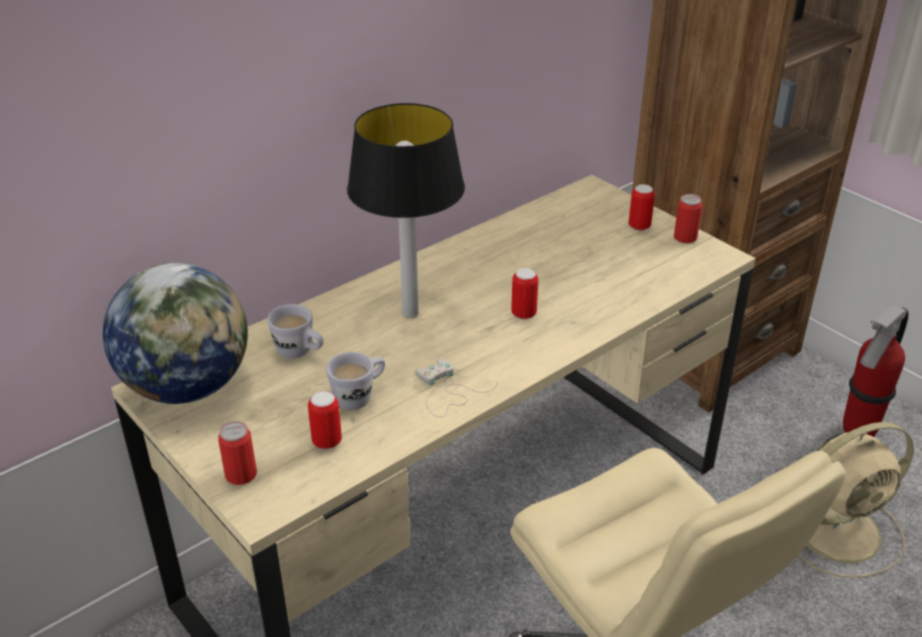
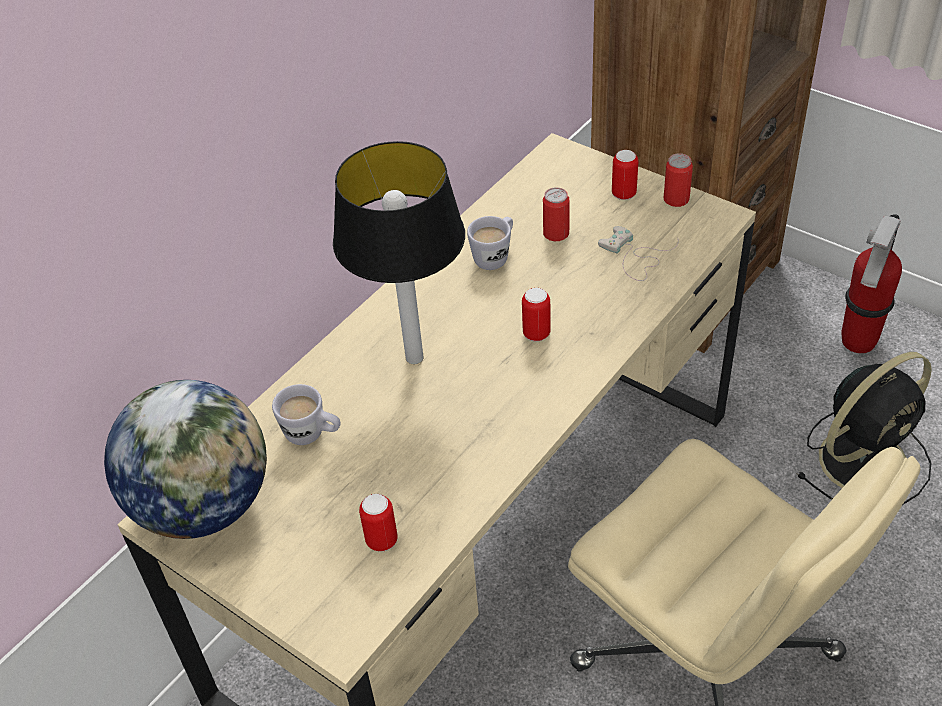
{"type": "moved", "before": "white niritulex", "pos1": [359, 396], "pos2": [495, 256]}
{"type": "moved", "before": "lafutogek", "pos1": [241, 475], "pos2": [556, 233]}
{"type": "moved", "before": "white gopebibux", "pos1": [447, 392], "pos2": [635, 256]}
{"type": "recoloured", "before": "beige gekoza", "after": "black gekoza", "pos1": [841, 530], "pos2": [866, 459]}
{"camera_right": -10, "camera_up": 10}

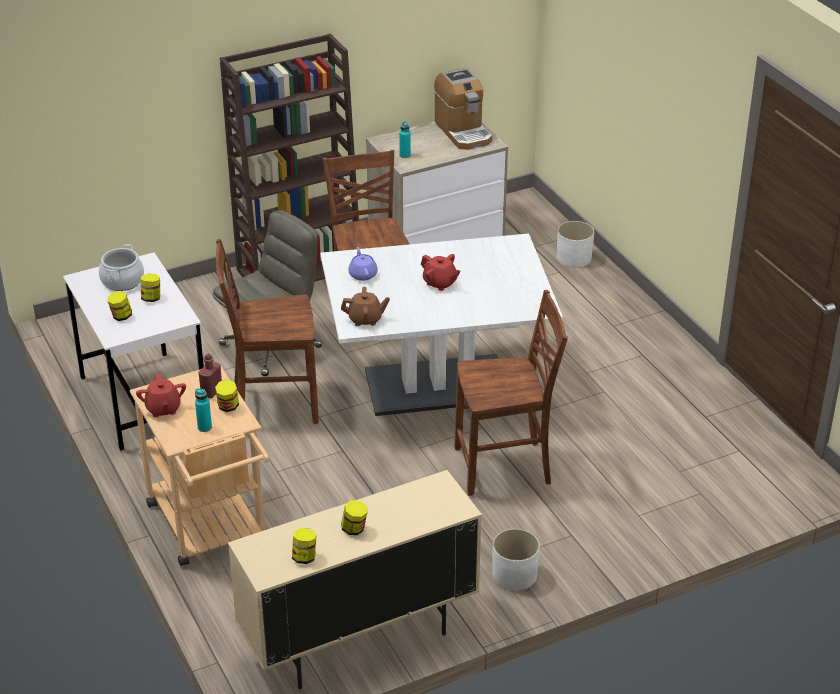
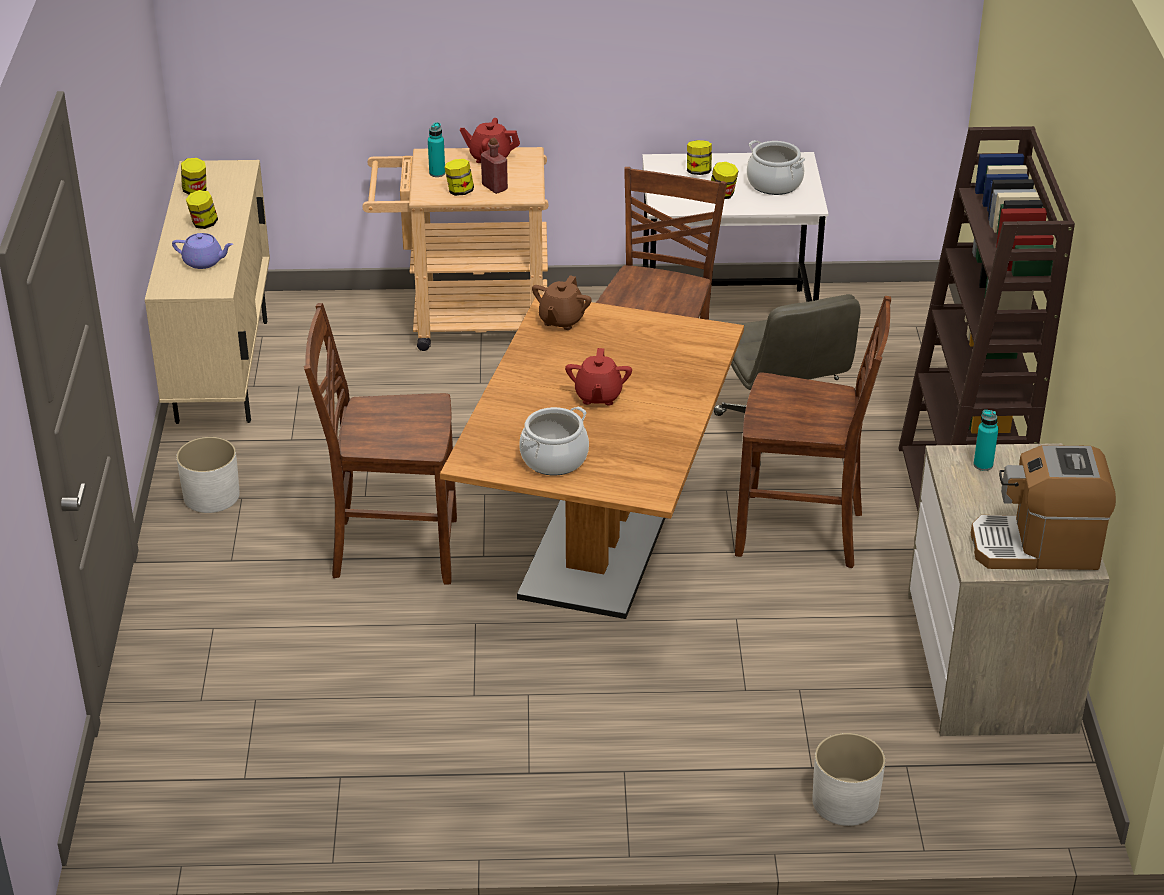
{"type": "moved", "before": "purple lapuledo", "pos1": [363, 274], "pos2": [204, 262]}
{"type": "turned", "before": "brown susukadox", "pos1": [505, 467], "pos2": [392, 549], "turn": 75}
{"type": "recoloured", "before": "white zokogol", "after": "brown zokogol", "pos1": [437, 386], "pos2": [598, 545]}
{"type": "added", "after": "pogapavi", "pos2": [554, 459]}
{"type": "turned", "before": "red lapuledo", "pos1": [440, 283], "pos2": [598, 396], "turn": -60}
{"camera_right": 115, "camera_up": 0}

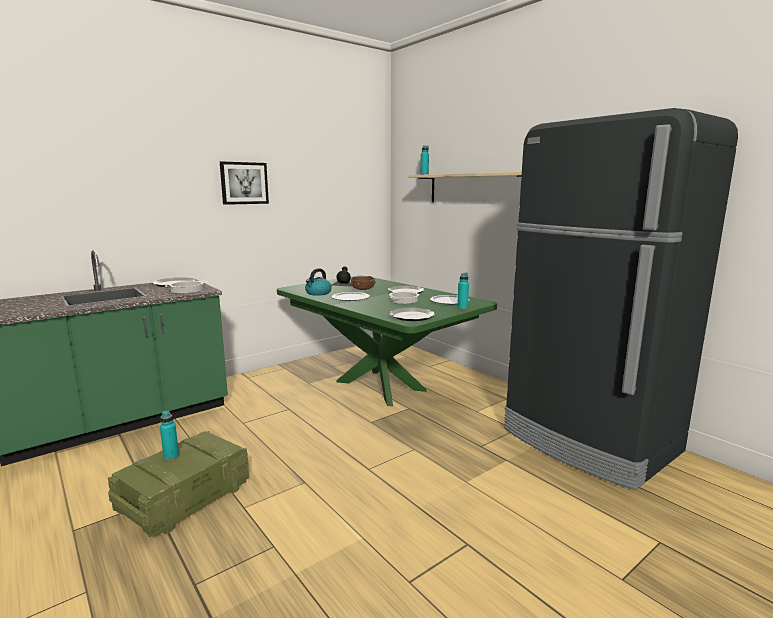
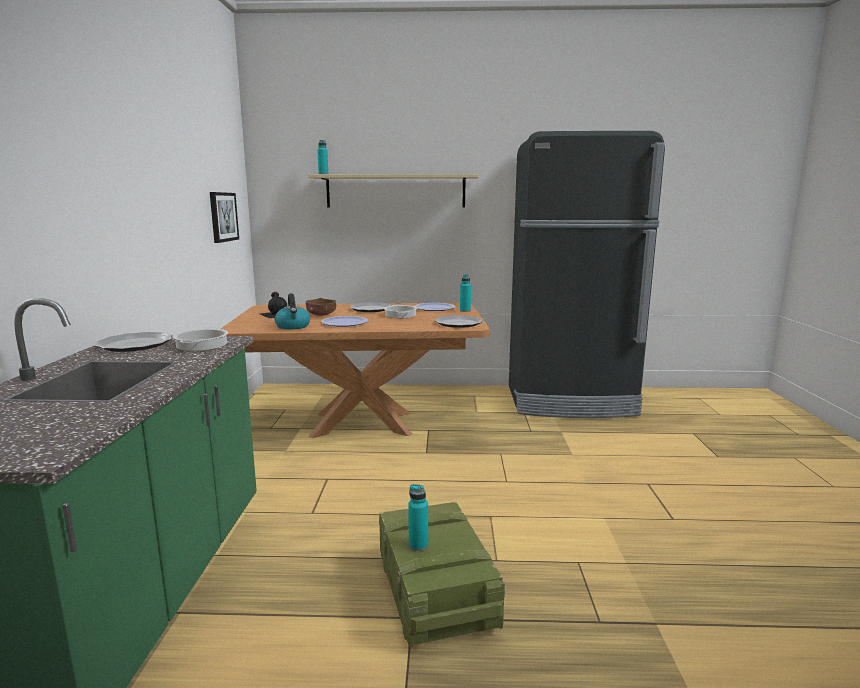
{"type": "moved", "before": "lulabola", "pos1": [244, 183], "pos2": [223, 217]}
{"type": "recoloured", "before": "green zokogol", "after": "brown zokogol", "pos1": [380, 386], "pos2": [362, 424]}
{"camera_right": -50, "camera_up": 0}

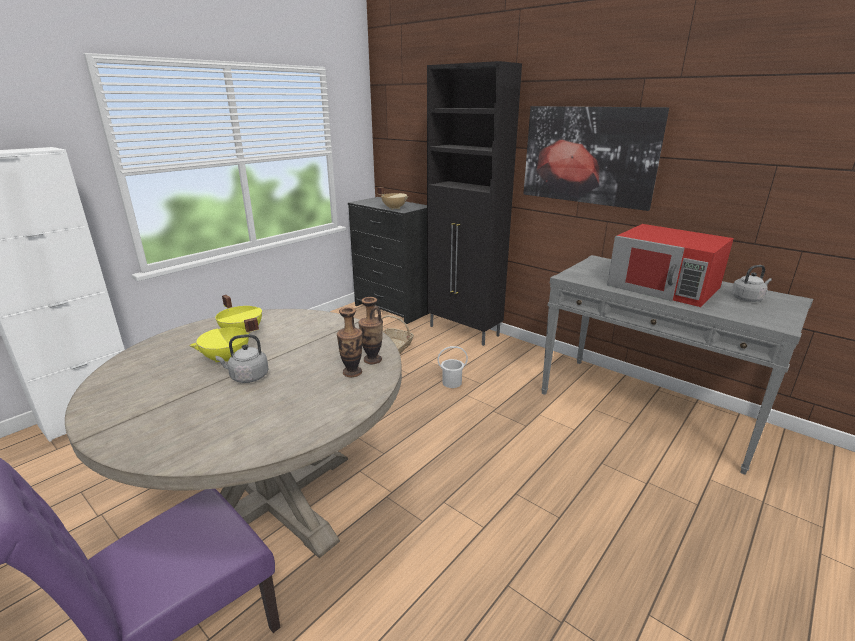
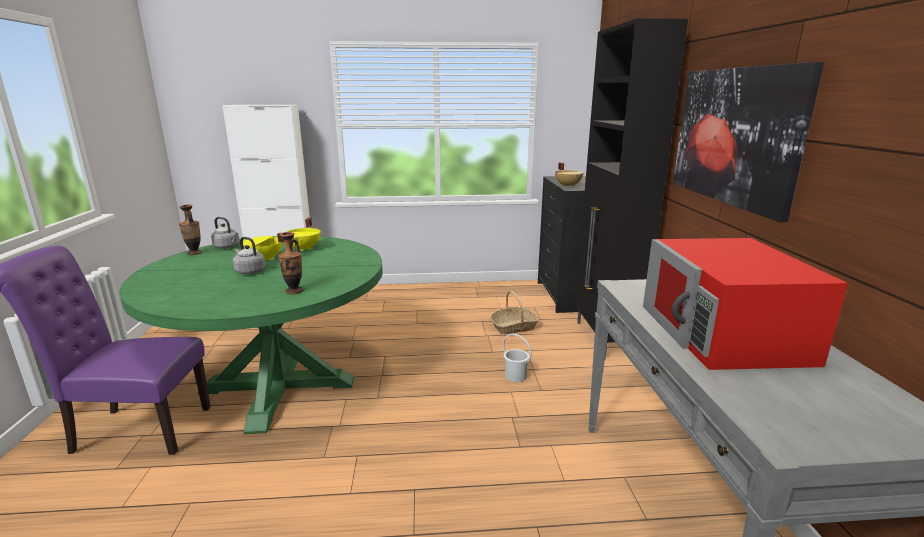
{"type": "recoloured", "before": "beige zokogol", "after": "green zokogol", "pos1": [272, 500], "pos2": [278, 385]}
{"type": "moved", "before": "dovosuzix", "pos1": [372, 360], "pos2": [194, 253]}
{"type": "moved", "before": "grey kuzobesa", "pos1": [748, 298], "pos2": [228, 247]}
{"camera_right": 45, "camera_up": -5}

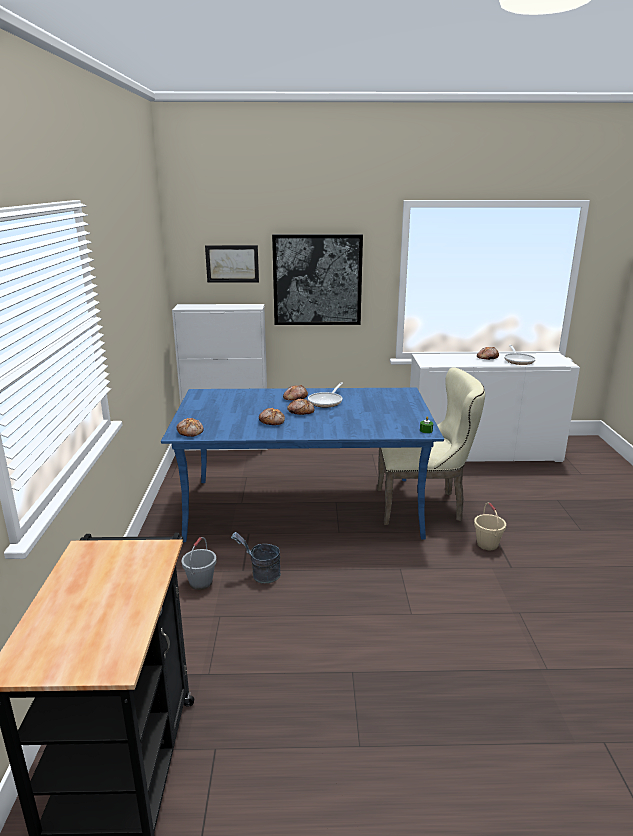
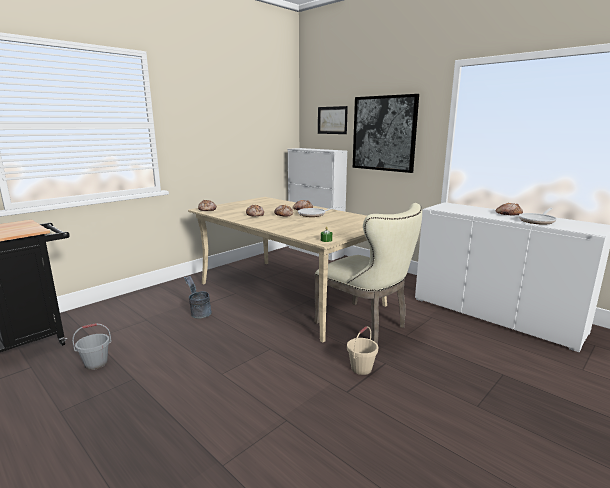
{"type": "moved", "before": "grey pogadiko", "pos1": [200, 582], "pos2": [96, 363]}
{"type": "recoloured", "before": "blue zokogol", "after": "beige zokogol", "pos1": [304, 507], "pos2": [289, 294]}
{"camera_right": 45, "camera_up": -5}

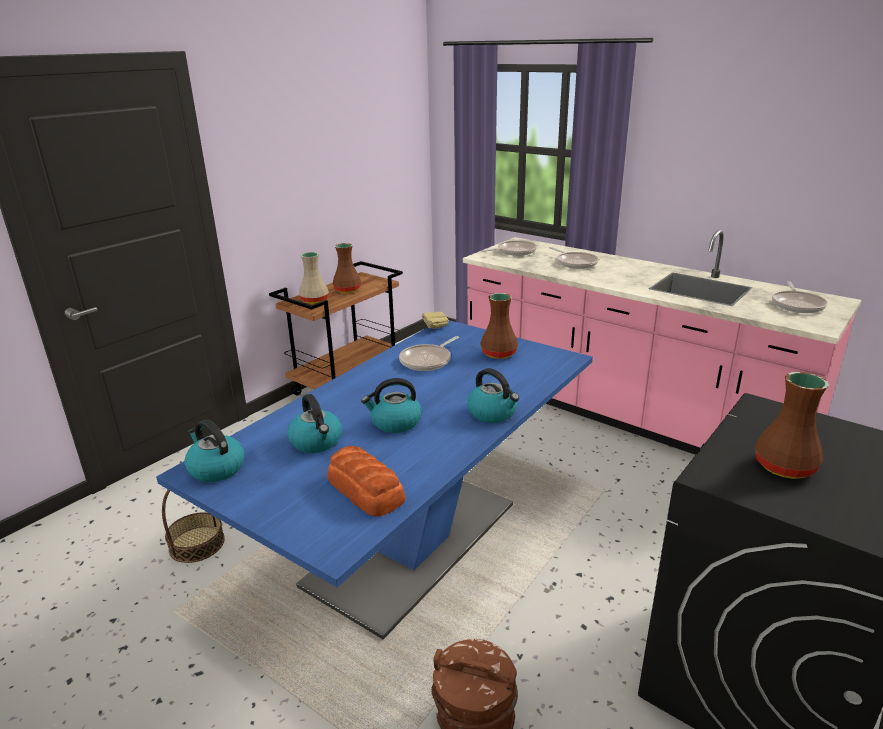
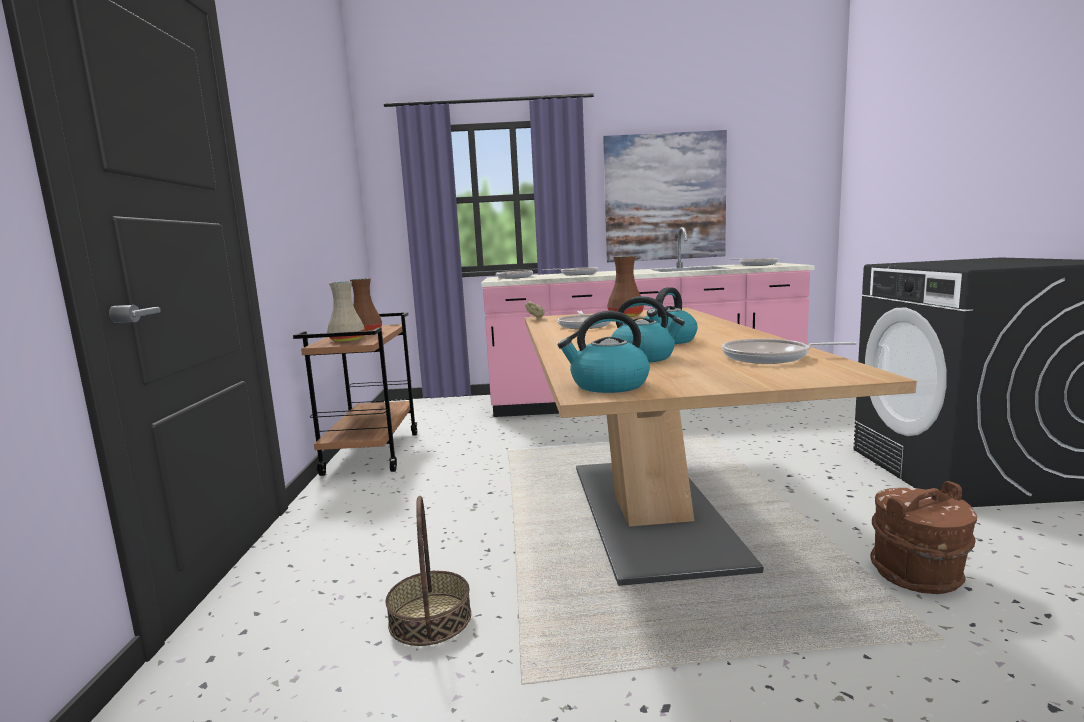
{"type": "recoloured", "before": "blue zokogol", "after": "beige zokogol", "pos1": [413, 544], "pos2": [651, 512]}
{"type": "added", "after": "lulabola", "pos2": [664, 197]}
{"type": "replaced", "before": "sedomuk", "after": "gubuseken", "pos1": [366, 491], "pos2": [770, 358]}
{"type": "removed", "before": "kuzobesa", "pos1": [493, 413]}
{"type": "removed", "before": "brown dovosuzix", "pos1": [786, 467]}
{"camera_right": -40, "camera_up": -15}

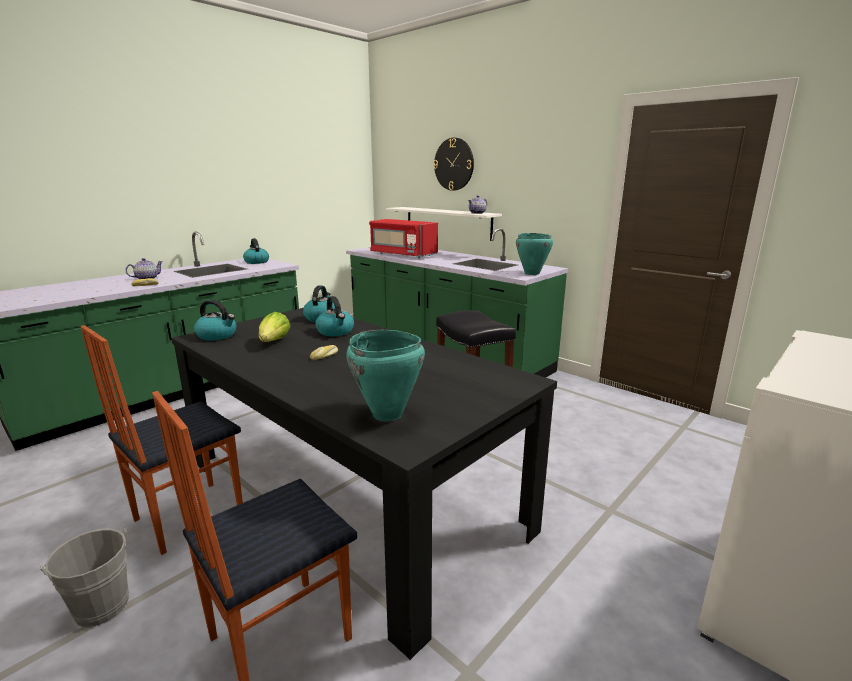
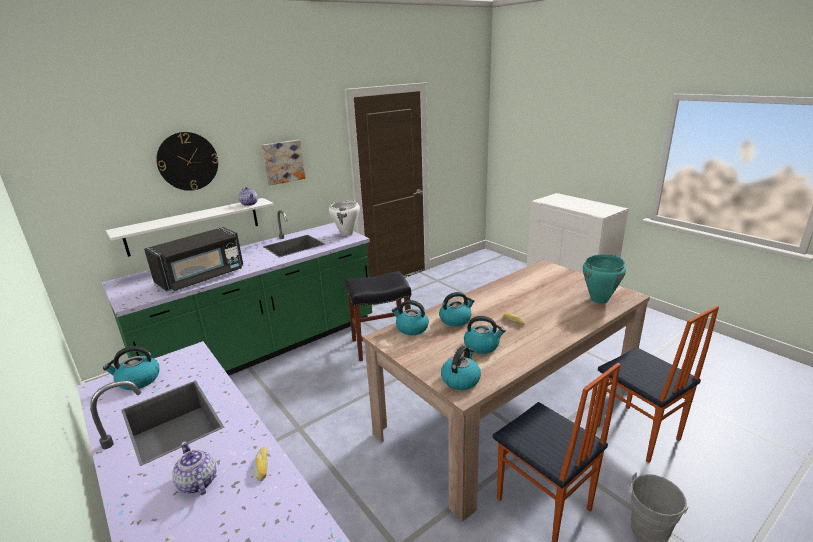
{"type": "recoloured", "before": "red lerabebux", "after": "black lerabebux", "pos1": [402, 255], "pos2": [202, 277]}
{"type": "added", "after": "lulabola", "pos2": [283, 162]}
{"type": "recoloured", "before": "turquoise pogapavi", "after": "white pogapavi", "pos1": [531, 273], "pos2": [347, 234]}
{"type": "recoloured", "before": "black zokogol", "after": "beige zokogol", "pos1": [350, 494], "pos2": [507, 410]}
{"type": "replaced", "before": "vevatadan", "after": "kuzobesa", "pos1": [274, 342], "pos2": [482, 346]}
{"camera_right": -80, "camera_up": 5}

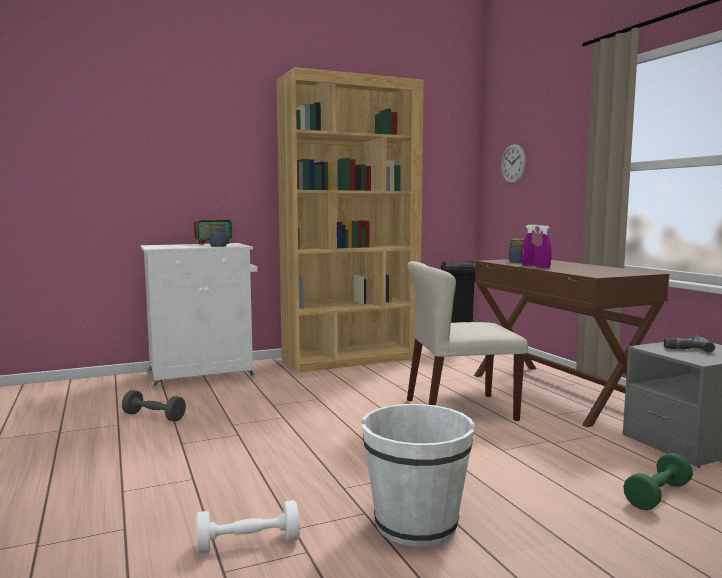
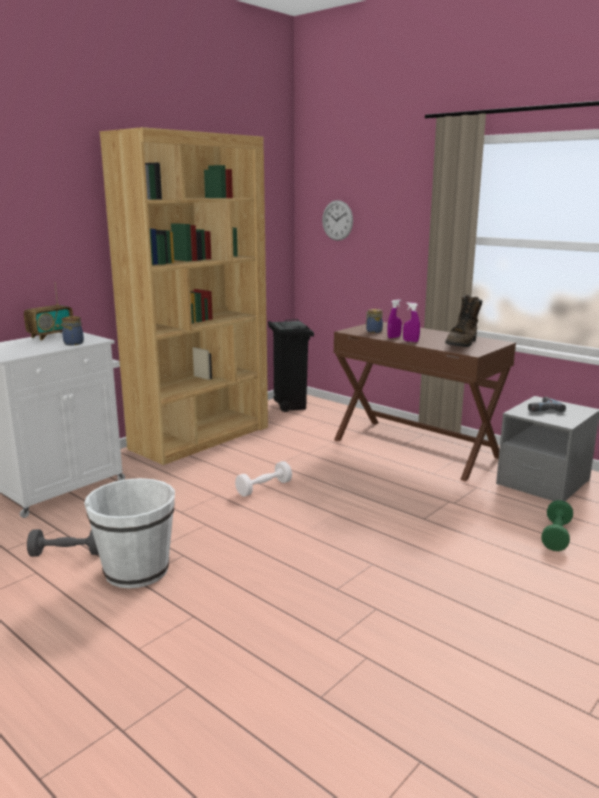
{"type": "moved", "before": "white pogadiko", "pos1": [416, 523], "pos2": [136, 570]}
{"type": "moved", "before": "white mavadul", "pos1": [248, 544], "pos2": [264, 488]}
{"type": "added", "after": "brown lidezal", "pos2": [462, 343]}
{"type": "removed", "before": "beige susukadox", "pos1": [459, 410]}
{"camera_right": -25, "camera_up": 10}

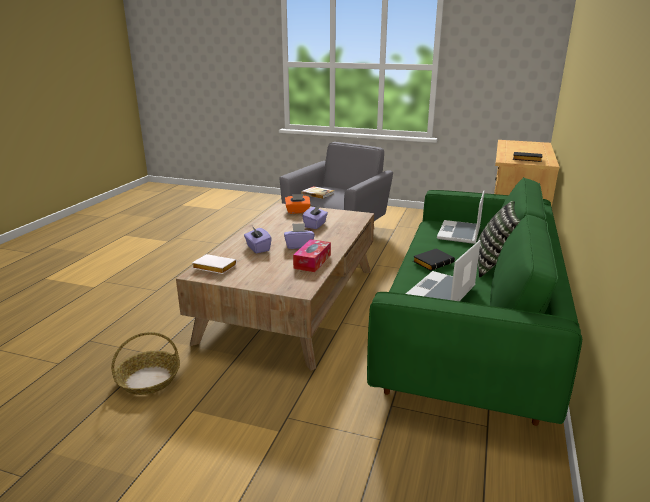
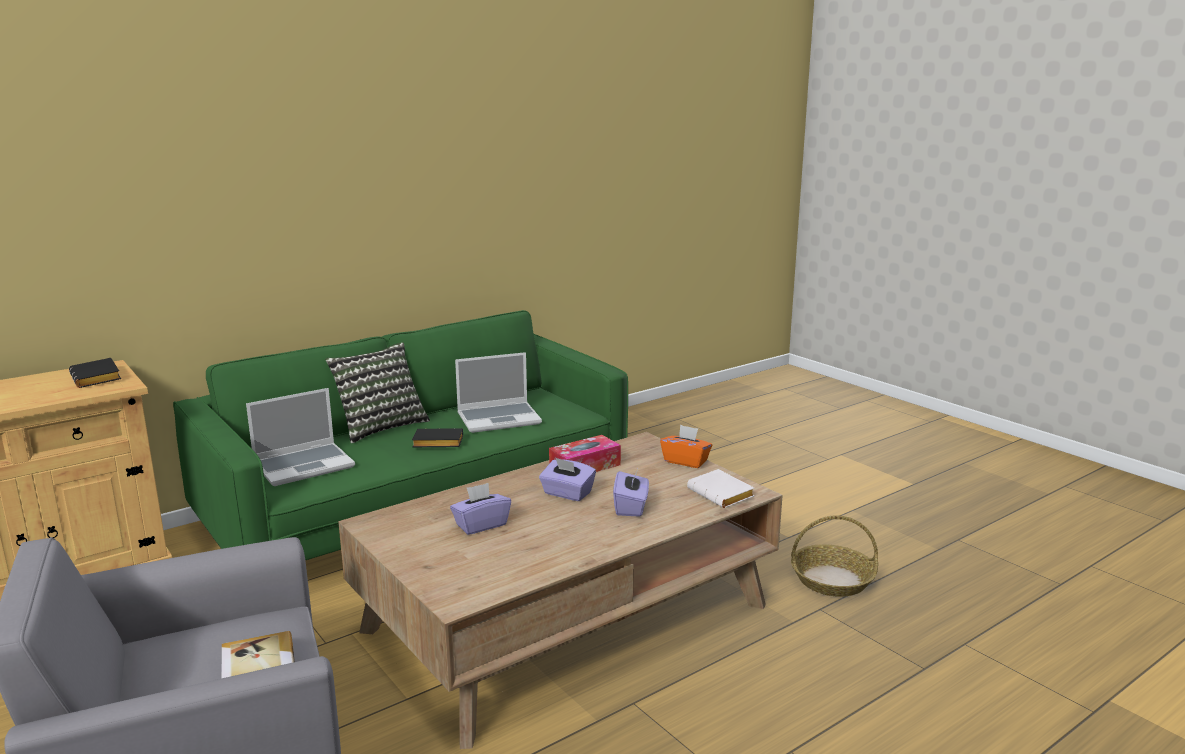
{"type": "moved", "before": "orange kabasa", "pos1": [297, 211], "pos2": [685, 461]}
{"camera_right": -145, "camera_up": -5}

